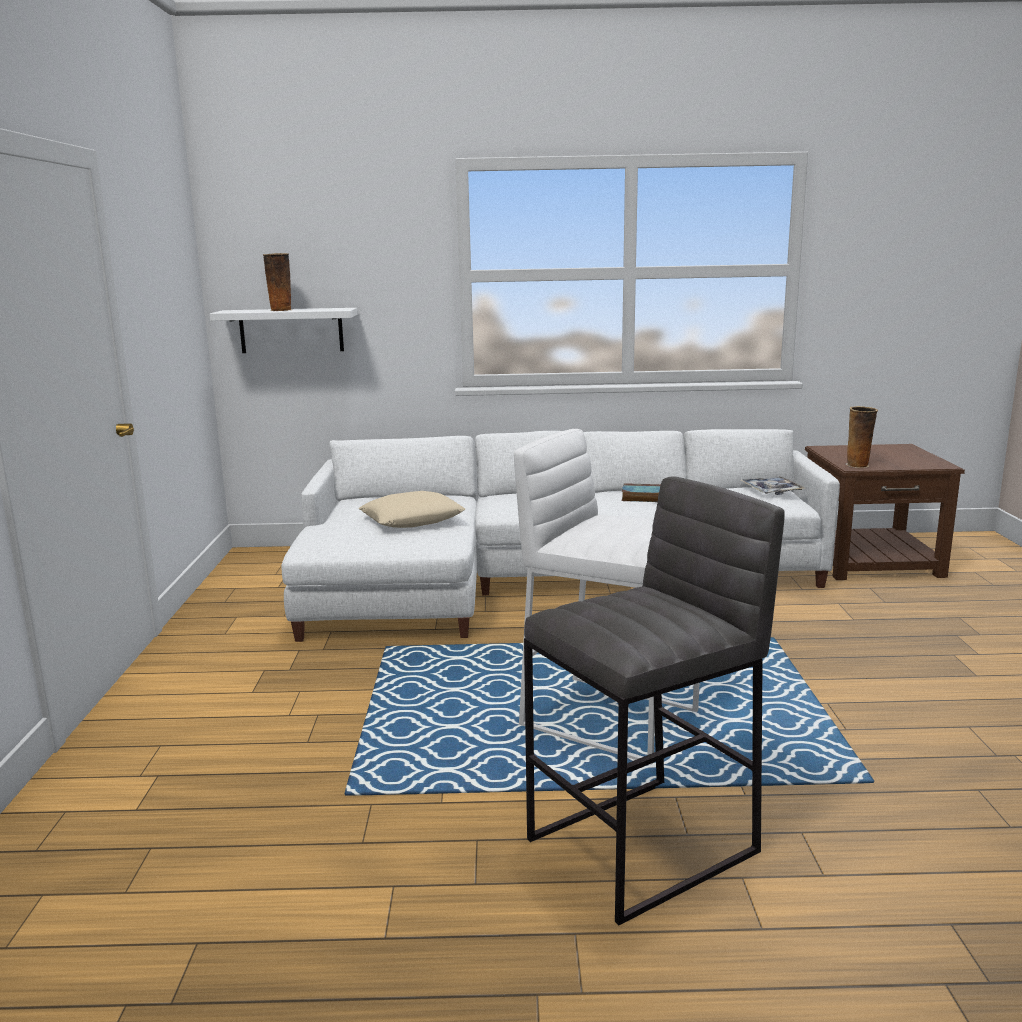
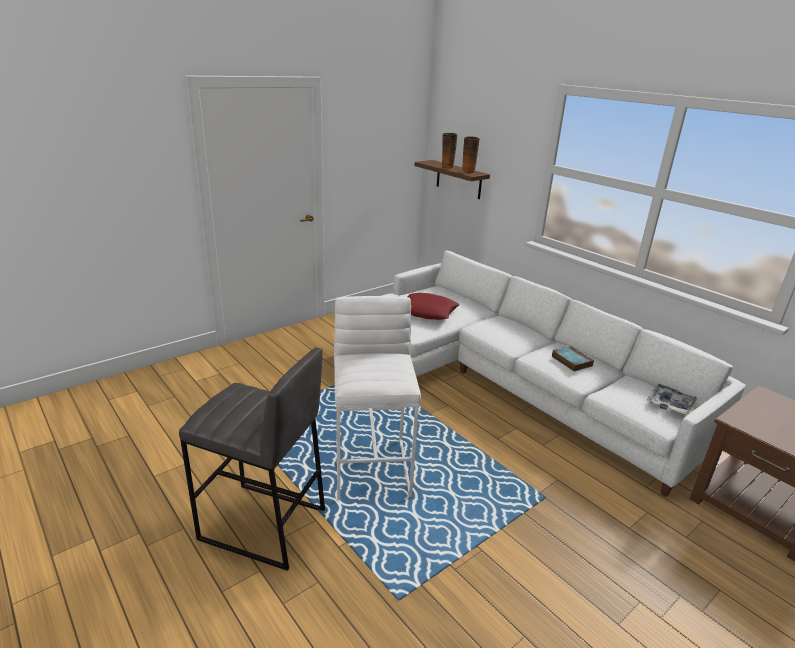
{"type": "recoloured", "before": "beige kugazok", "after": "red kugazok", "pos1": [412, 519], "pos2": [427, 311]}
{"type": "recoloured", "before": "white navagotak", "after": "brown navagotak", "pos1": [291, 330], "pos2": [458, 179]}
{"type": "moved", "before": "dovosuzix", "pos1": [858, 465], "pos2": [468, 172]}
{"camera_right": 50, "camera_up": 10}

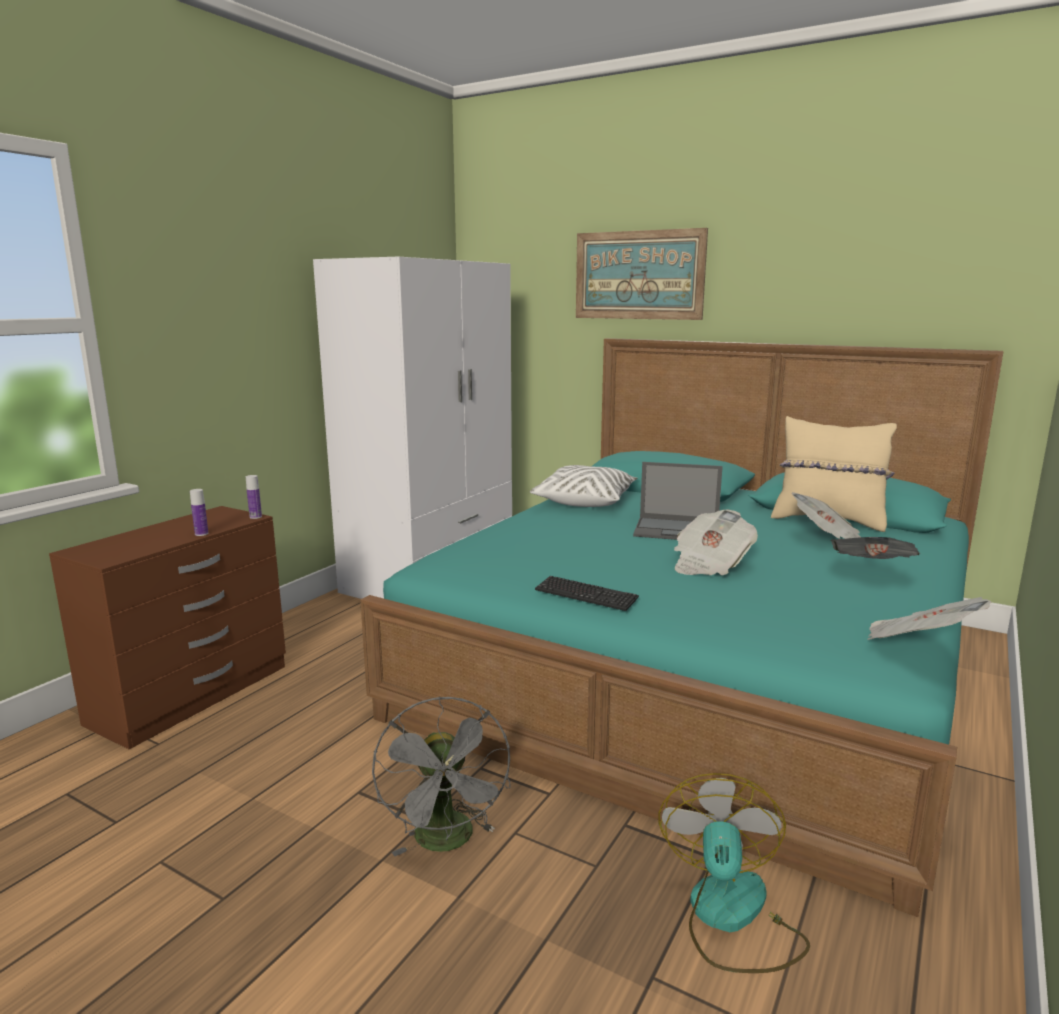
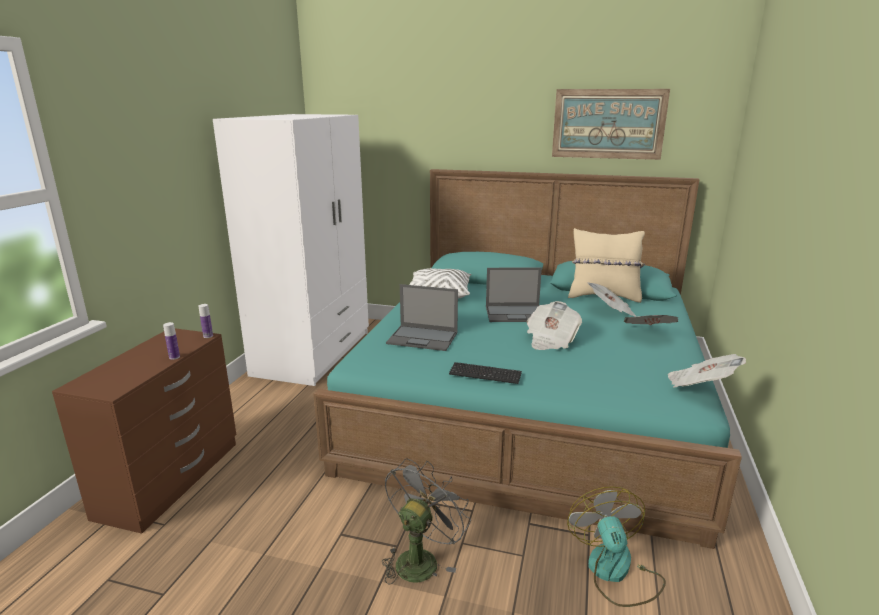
{"type": "turned", "before": "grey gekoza", "pos1": [448, 842], "pos2": [420, 558], "turn": -120}
{"type": "added", "after": "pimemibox", "pos2": [423, 338]}
{"type": "moved", "before": "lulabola", "pos1": [638, 275], "pos2": [608, 124]}
{"camera_right": -15, "camera_up": 5}

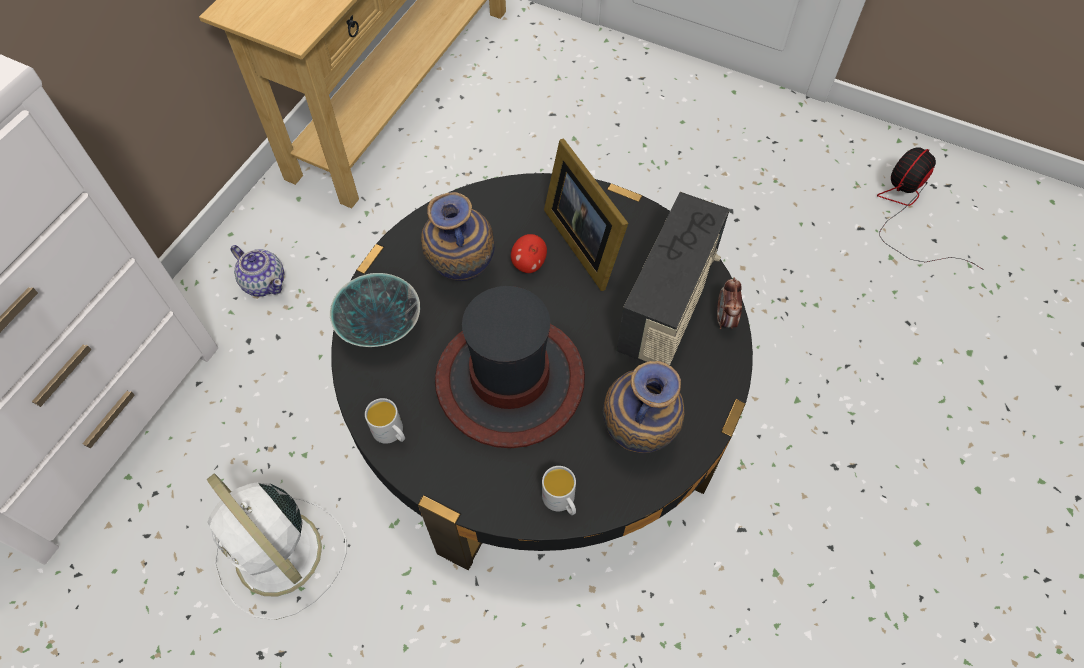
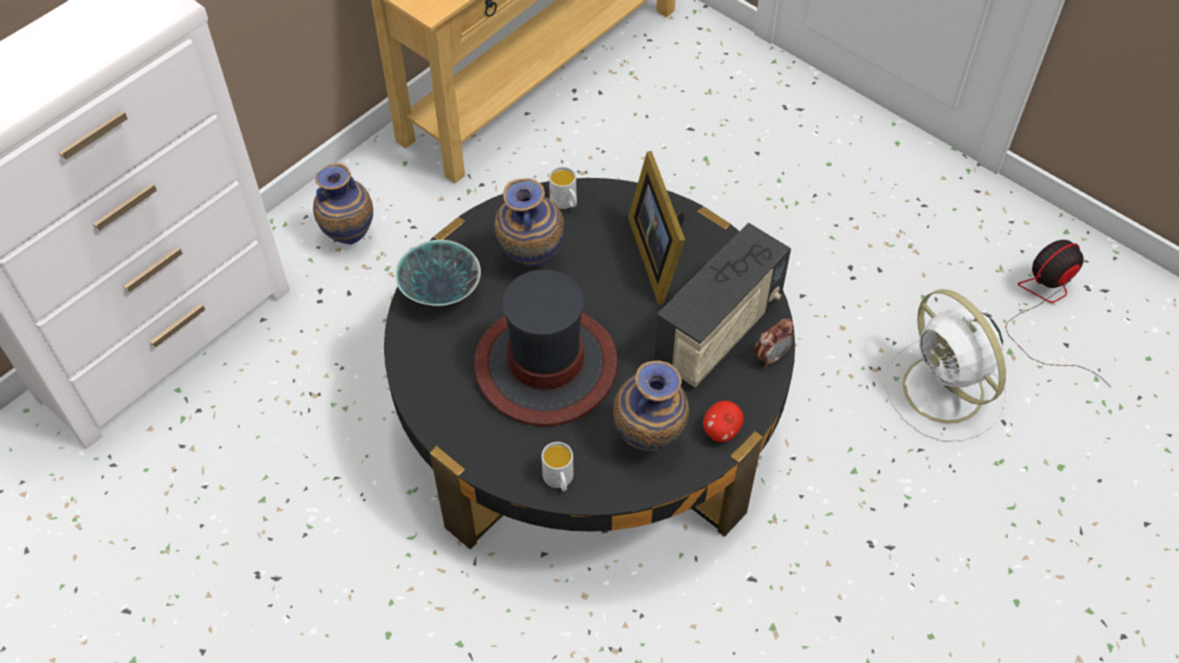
{"type": "replaced", "before": "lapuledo", "after": "dovosuzix", "pos1": [264, 282], "pos2": [350, 237]}
{"type": "moved", "before": "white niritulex", "pos1": [391, 433], "pos2": [566, 202]}
{"type": "moved", "before": "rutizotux", "pos1": [528, 264], "pos2": [721, 431]}
{"type": "turned", "before": "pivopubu", "pos1": [725, 319], "pos2": [771, 356], "turn": -150}
{"type": "moved", "before": "white gekoza", "pos1": [281, 556], "pos2": [945, 392]}
{"camera_right": 15, "camera_up": -5}

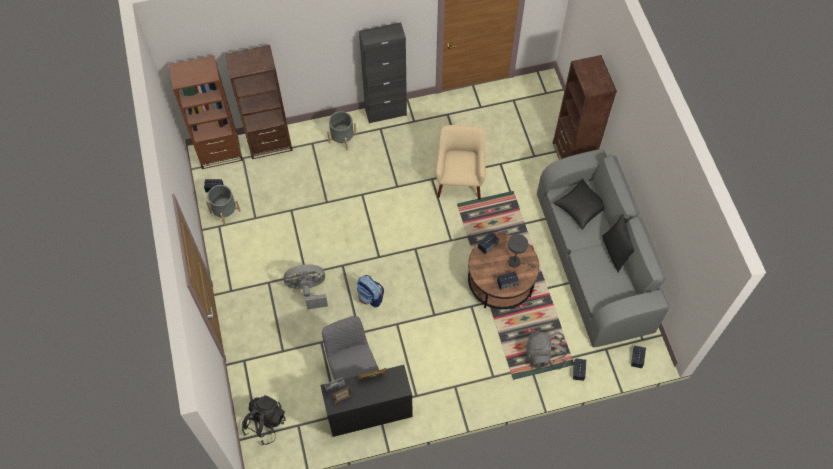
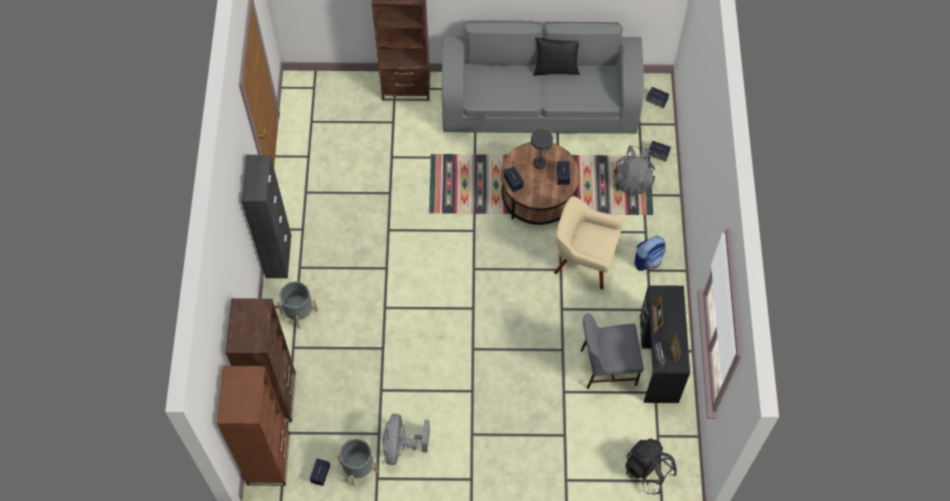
{"type": "moved", "before": "grey gekoza", "pos1": [308, 290], "pos2": [402, 446]}
{"type": "moved", "before": "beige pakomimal", "pos1": [459, 179], "pos2": [584, 259]}
{"type": "moved", "before": "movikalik", "pos1": [370, 297], "pos2": [648, 260]}
{"type": "removed", "before": "black kugazok", "pos1": [581, 208]}
{"camera_right": -75, "camera_up": 0}

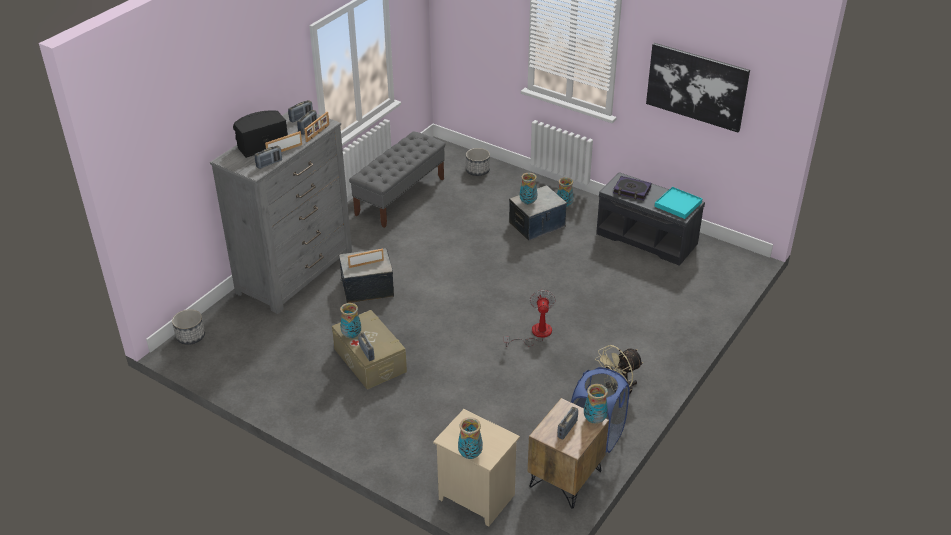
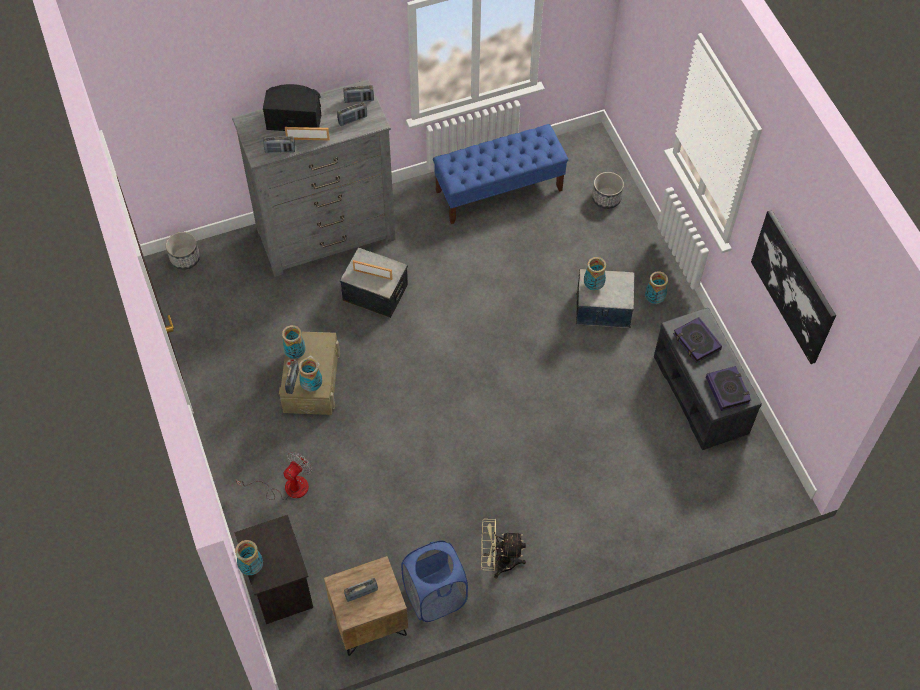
{"type": "recoloured", "before": "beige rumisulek", "after": "black rumisulek", "pos1": [475, 497], "pos2": [279, 587]}
{"type": "moved", "before": "gekoza", "pos1": [535, 334], "pos2": [287, 487]}
{"type": "moved", "before": "dovosuzix", "pos1": [594, 420], "pos2": [311, 385]}
{"type": "recoloured", "before": "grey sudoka", "after": "blue sudoka", "pos1": [400, 196], "pos2": [499, 190]}
{"type": "replaced", "before": "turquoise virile", "after": "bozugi", "pos1": [678, 204], "pos2": [728, 390]}
{"type": "removed", "before": "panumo", "pos1": [318, 133]}
{"camera_right": 35, "camera_up": 20}

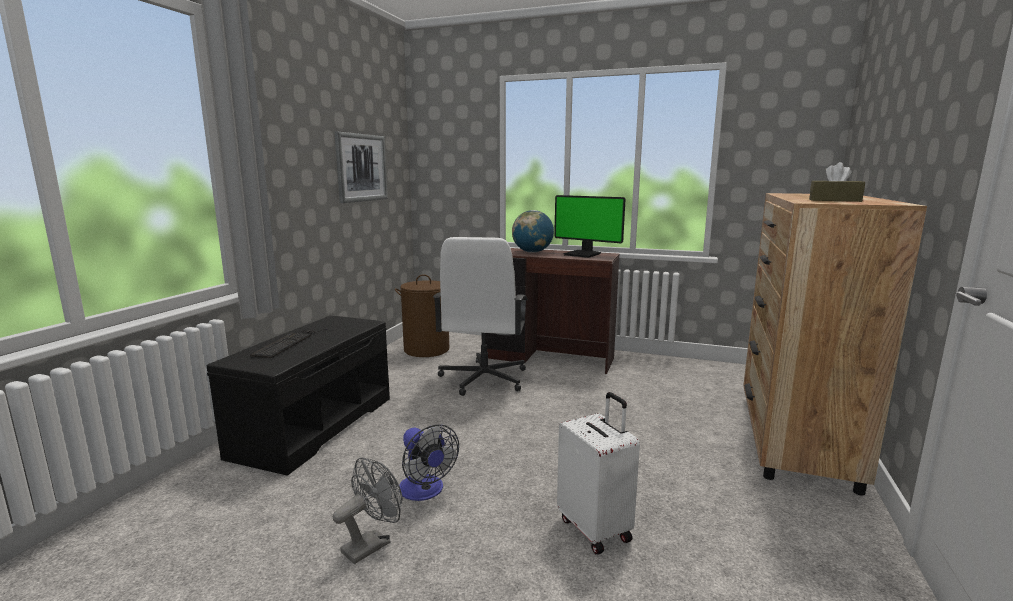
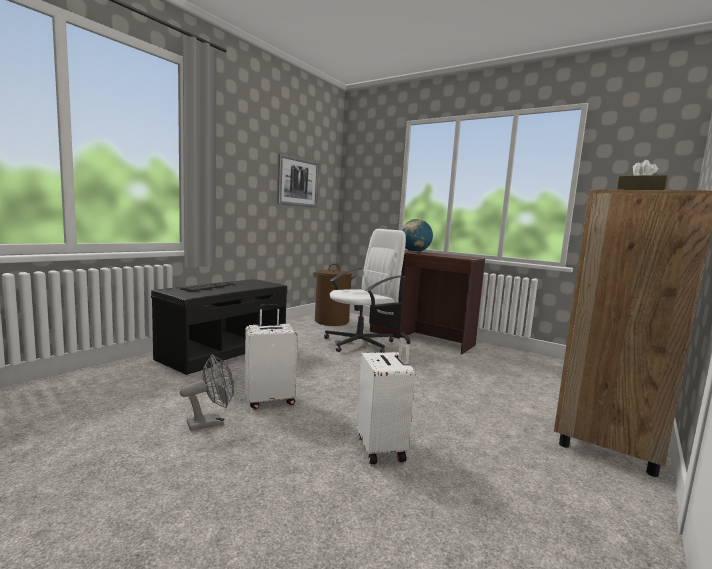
{"type": "replaced", "before": "gekoza", "after": "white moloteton", "pos1": [425, 491], "pos2": [269, 400]}
{"type": "turned", "before": "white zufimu", "pos1": [483, 379], "pos2": [360, 343], "turn": -150}
{"type": "removed", "before": "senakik", "pos1": [583, 254]}
{"camera_right": 15, "camera_up": -5}

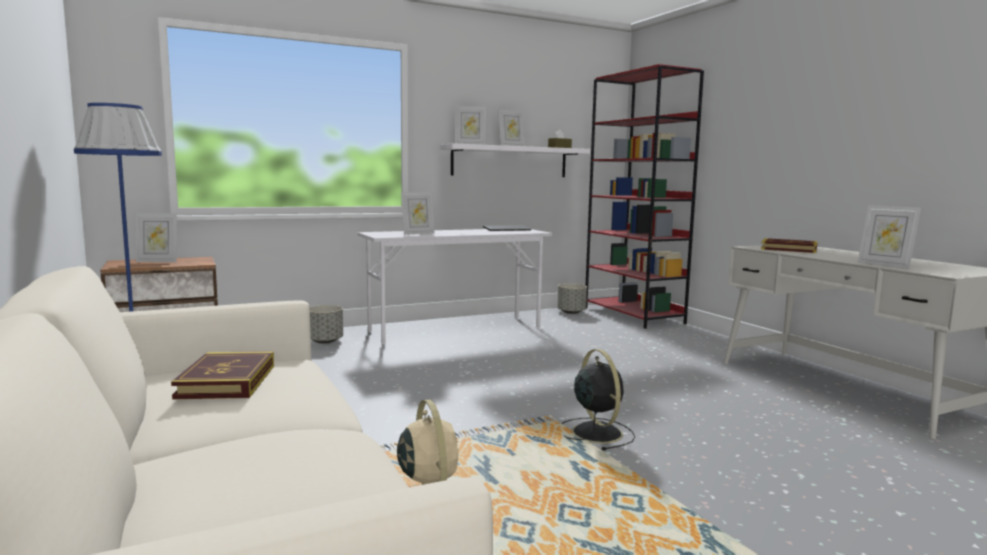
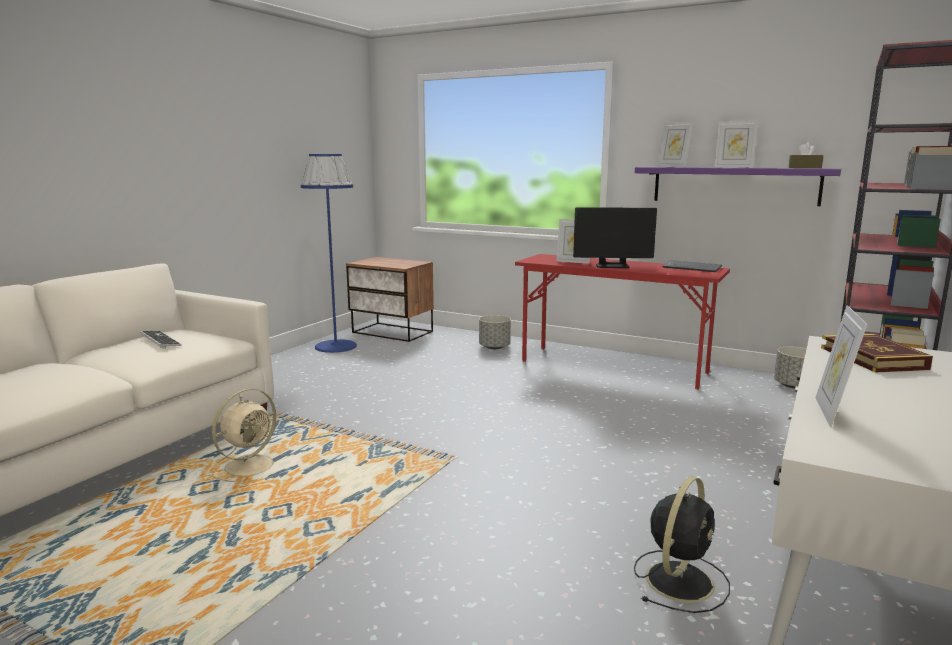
{"type": "replaced", "before": "bozugi", "after": "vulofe", "pos1": [227, 381], "pos2": [160, 340]}
{"type": "recoloured", "before": "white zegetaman", "after": "red zegetaman", "pos1": [456, 329], "pos2": [613, 367]}
{"type": "added", "after": "senakik", "pos2": [612, 266]}
{"type": "moved", "before": "black gekoza", "pos1": [596, 432], "pos2": [680, 580]}
{"type": "recoloured", "before": "white navagotak", "after": "purple navagotak", "pos1": [510, 161], "pos2": [734, 185]}
{"type": "removed", "before": "panumo", "pos1": [158, 261]}
{"camera_right": 55, "camera_up": 5}

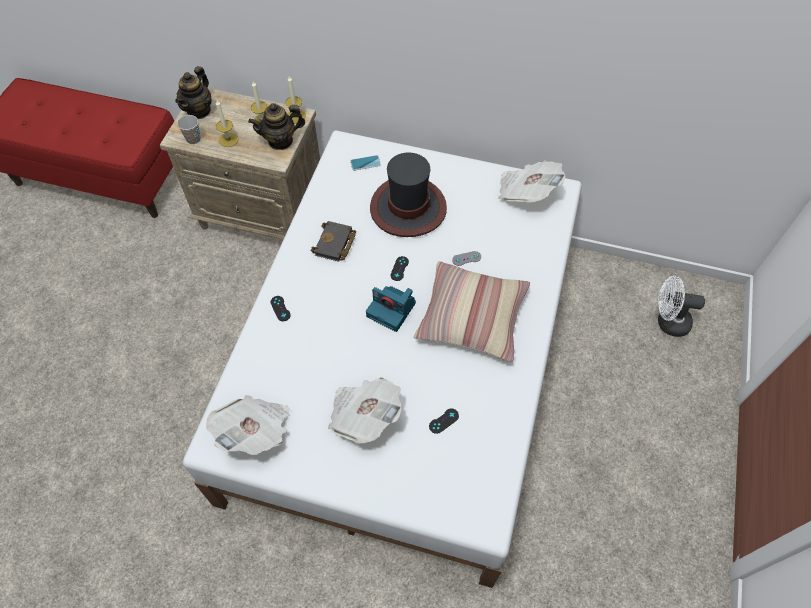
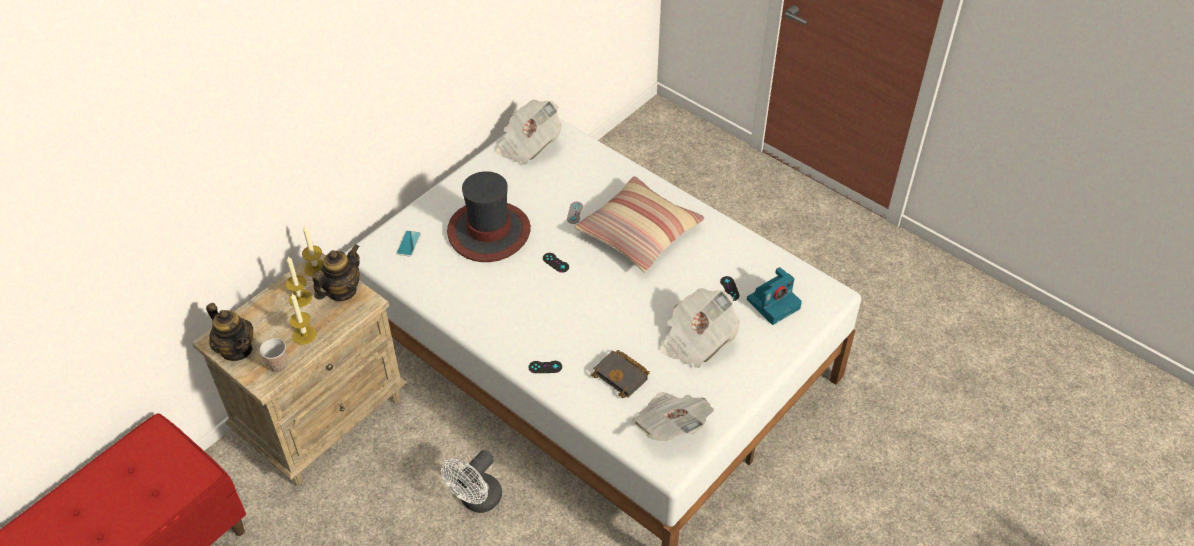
{"type": "turned", "before": "lapuledo", "pos1": [281, 141], "pos2": [341, 291], "turn": -150}
{"type": "moved", "before": "white gekoza", "pos1": [667, 322], "pos2": [476, 500]}
{"type": "moved", "before": "black bozugi", "pos1": [335, 245], "pos2": [622, 376]}
{"type": "moved", "before": "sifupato", "pos1": [392, 310], "pos2": [773, 303]}
{"camera_right": -65, "camera_up": -10}

